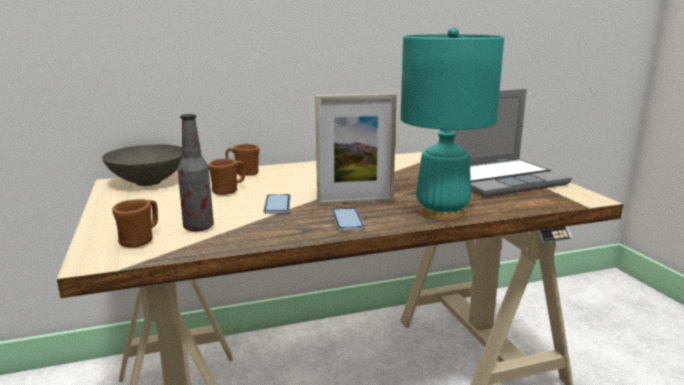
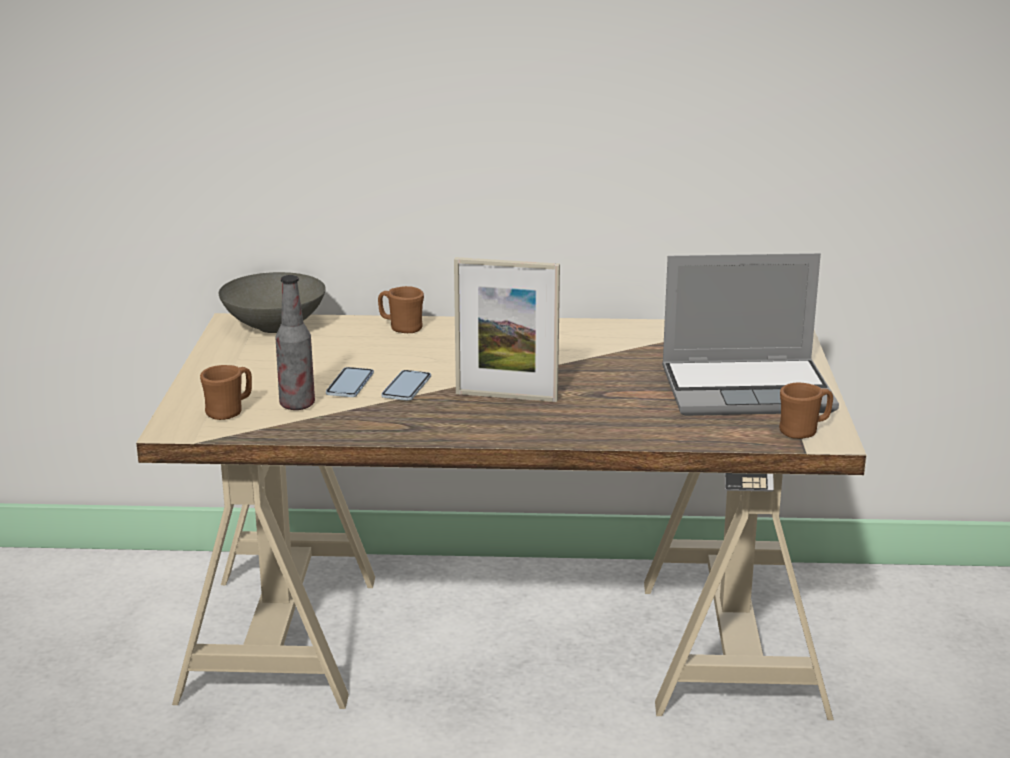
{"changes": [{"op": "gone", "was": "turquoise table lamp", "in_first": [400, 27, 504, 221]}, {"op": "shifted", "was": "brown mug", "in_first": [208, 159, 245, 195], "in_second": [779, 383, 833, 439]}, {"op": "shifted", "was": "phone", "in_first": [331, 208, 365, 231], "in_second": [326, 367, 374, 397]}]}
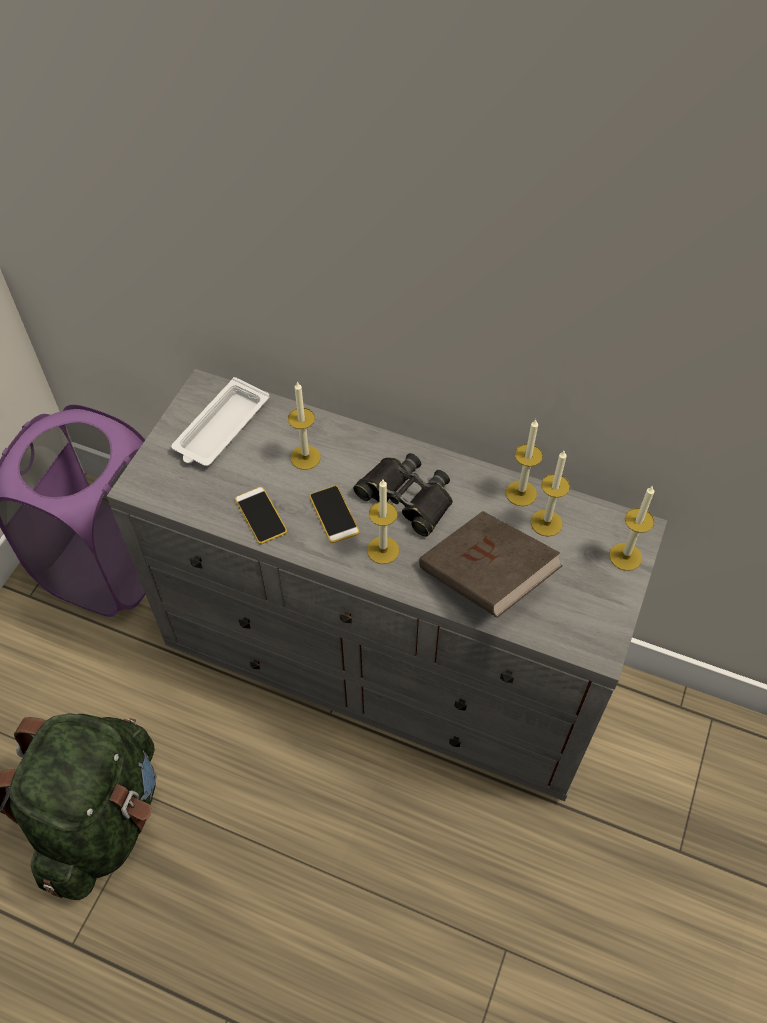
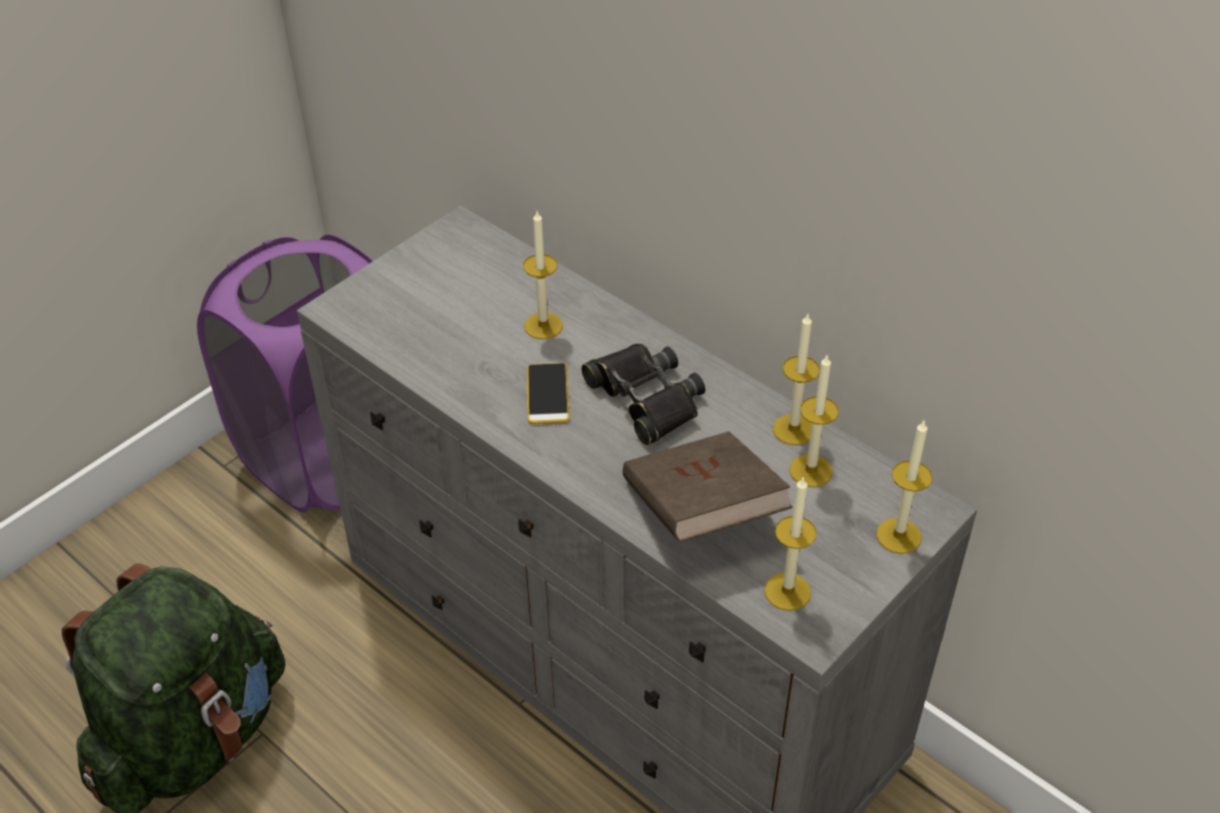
{"changes": [{"op": "gone", "was": "white tray", "in_first": [171, 377, 270, 466]}, {"op": "shifted", "was": "candle", "in_first": [367, 480, 399, 564], "in_second": [764, 476, 817, 611]}, {"op": "gone", "was": "phone", "in_first": [235, 487, 287, 544]}]}
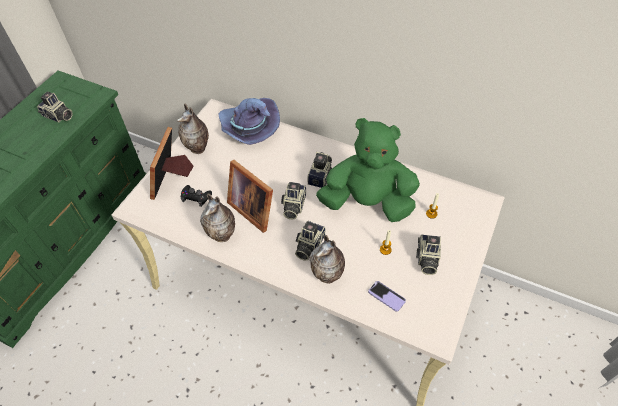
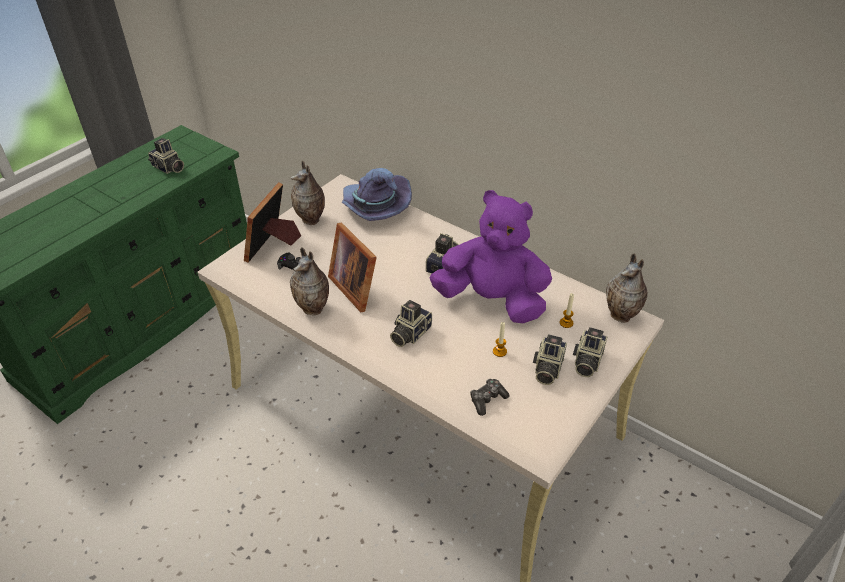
{"changes": [{"op": "repainted", "was": "green plush toy", "now": "purple plush toy", "in_first": [316, 118, 420, 222], "in_second": [429, 190, 552, 323]}, {"op": "shifted", "was": "photo camera", "in_first": [281, 182, 306, 220], "in_second": [573, 327, 608, 377]}, {"op": "shifted", "was": "vase", "in_first": [310, 235, 345, 284], "in_second": [606, 253, 647, 323]}, {"op": "swapped", "was": "phone", "now": "game controller", "in_first": [368, 281, 406, 312], "in_second": [470, 379, 509, 416]}]}
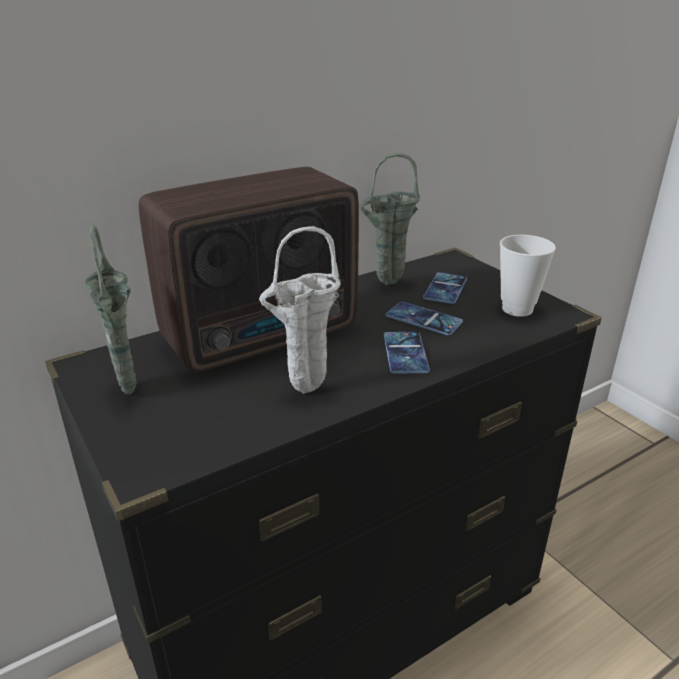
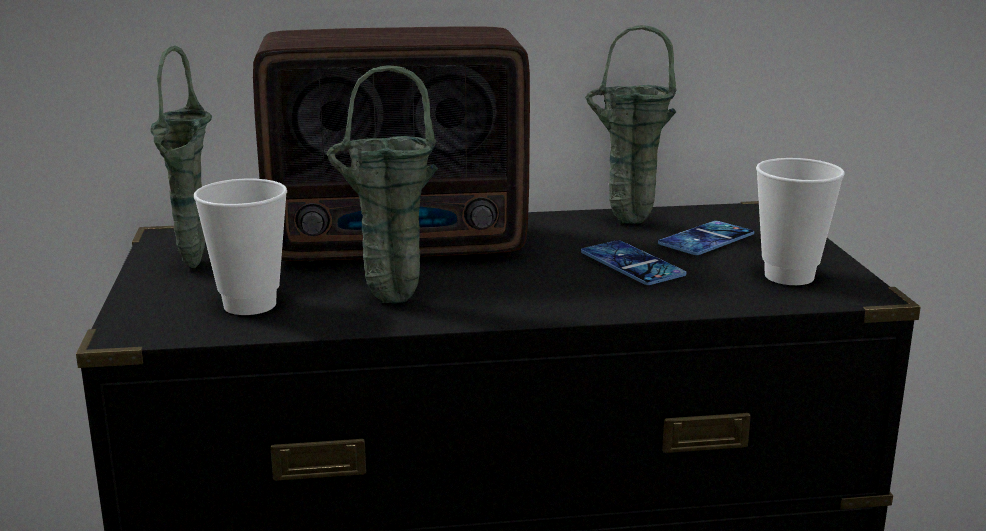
{"changes": [{"op": "repainted", "was": "white vase", "now": "green vase", "in_first": [259, 226, 341, 394], "in_second": [327, 65, 438, 303]}, {"op": "gone", "was": "phone", "in_first": [384, 332, 430, 374]}, {"op": "new", "now": "cup", "in_second": [194, 179, 287, 315]}]}
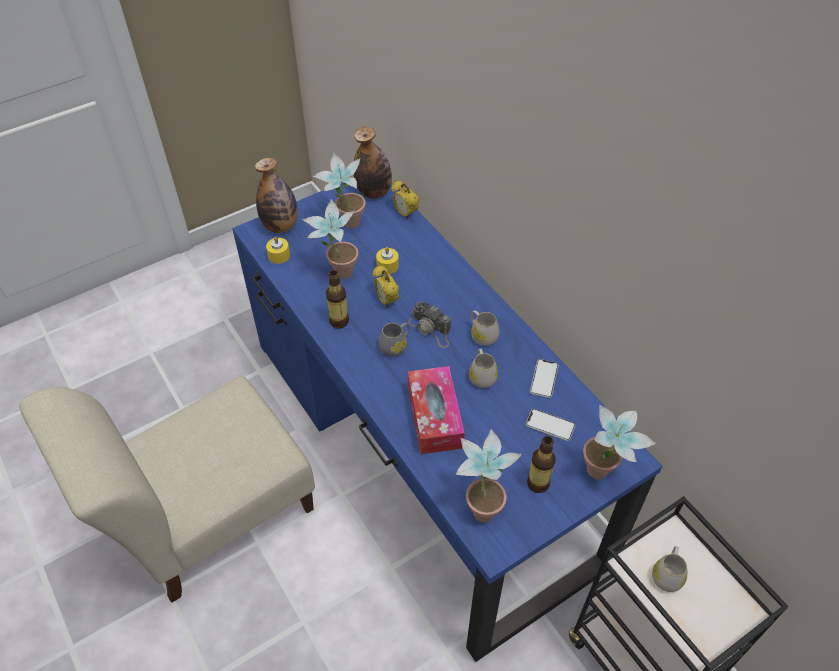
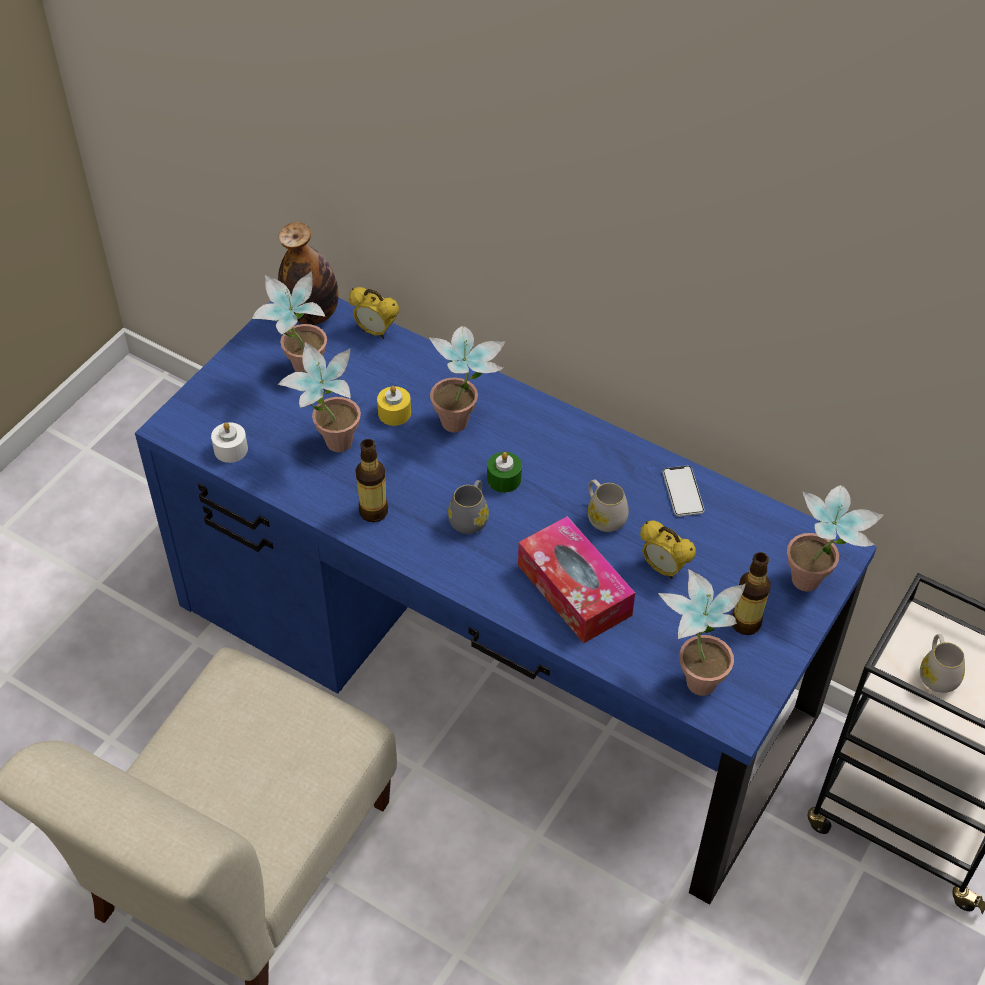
{"changes": [{"op": "gone", "was": "bottle", "in_first": [255, 158, 298, 233]}, {"op": "repainted", "was": "yellow candle", "now": "white candle", "in_first": [266, 236, 290, 264], "in_second": [211, 422, 248, 463]}, {"op": "shifted", "was": "alarm clock", "in_first": [373, 265, 399, 308], "in_second": [640, 520, 696, 579]}, {"op": "swapped", "was": "photo camera", "now": "green candle", "in_first": [408, 302, 451, 348], "in_second": [487, 452, 522, 493]}, {"op": "gone", "was": "white mug", "in_first": [471, 310, 499, 346]}, {"op": "gone", "was": "phone", "in_first": [526, 409, 576, 441]}, {"op": "new", "now": "potted plant", "in_second": [429, 326, 505, 433]}]}
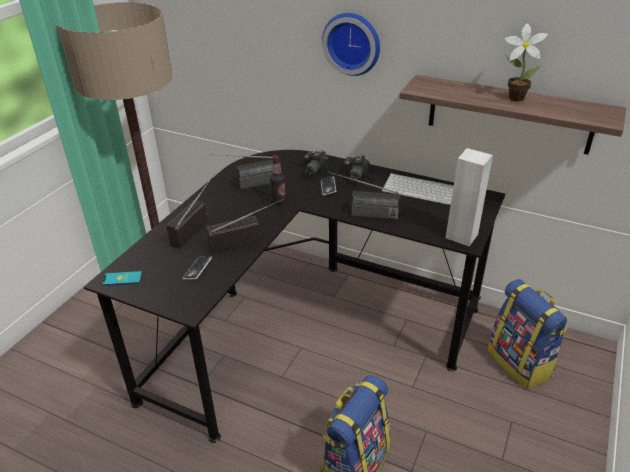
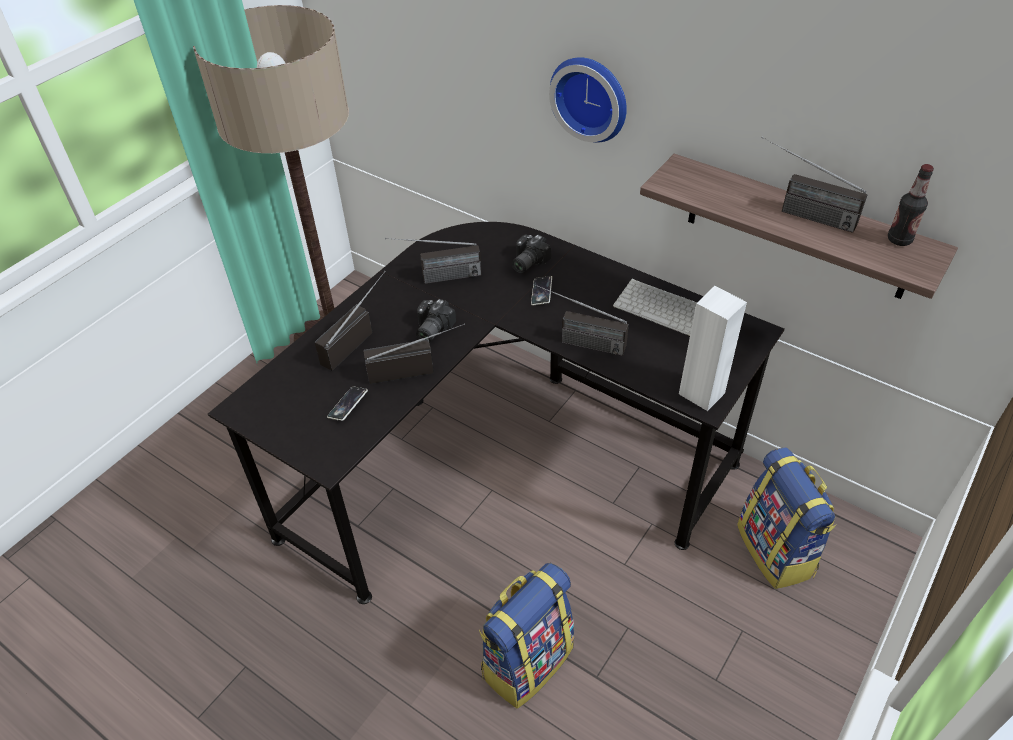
{"changes": [{"op": "swapped", "was": "potted plant", "now": "radio", "in_first": [505, 23, 548, 102], "in_second": [761, 137, 867, 233]}, {"op": "shifted", "was": "photo camera", "in_first": [344, 154, 370, 183], "in_second": [416, 299, 456, 342]}, {"op": "shifted", "was": "bottle", "in_first": [270, 155, 286, 205], "in_second": [888, 164, 934, 246]}, {"op": "gone", "was": "phone", "in_first": [102, 271, 142, 286]}]}
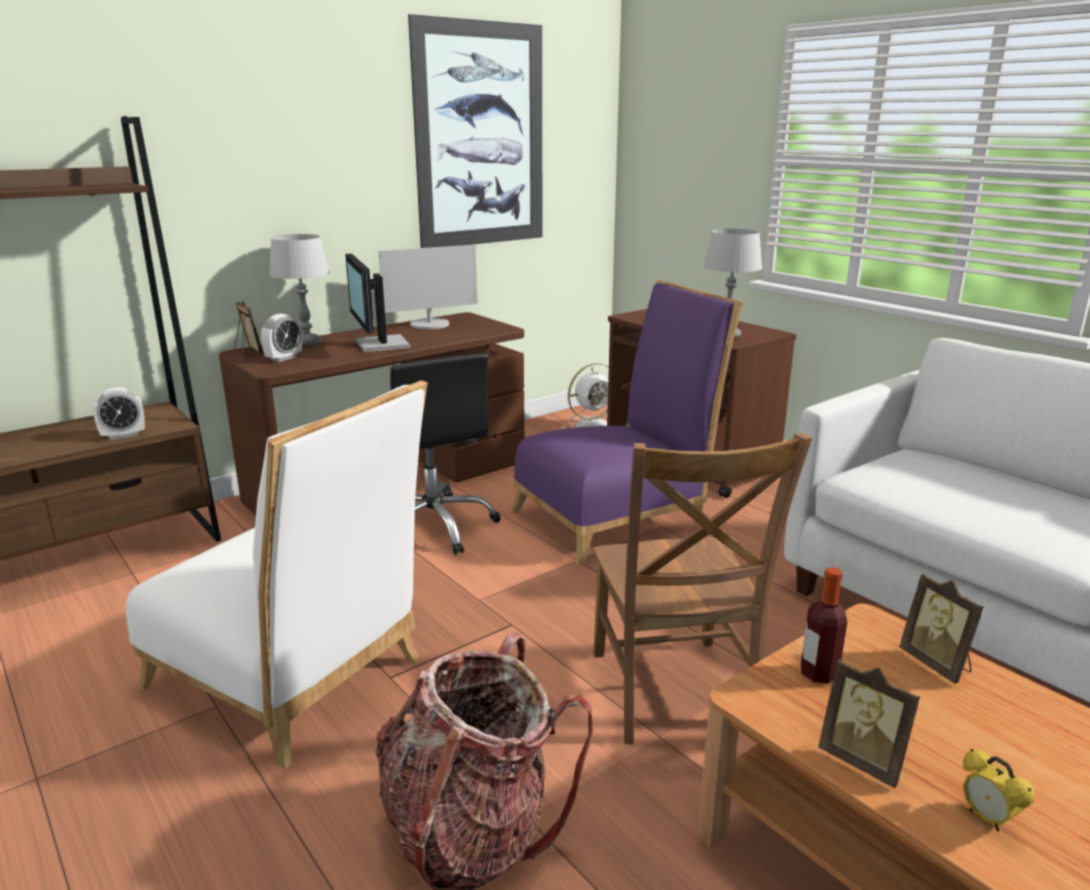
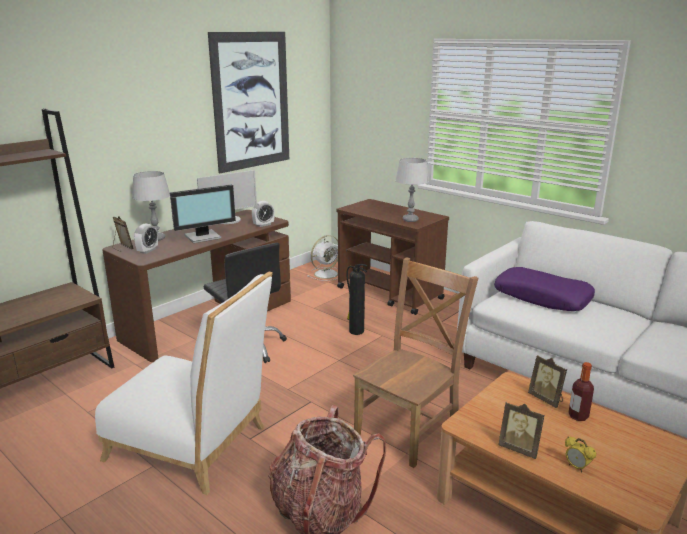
{"changes": [{"op": "rotated", "was": "monitor", "in_first": [345, 254, 411, 352], "in_second": [170, 184, 236, 243], "clockwise": -90}, {"op": "swapped", "was": "purple chair", "now": "fire extinguisher", "in_first": [511, 280, 743, 566], "in_second": [346, 264, 367, 335]}, {"op": "shifted", "was": "alarm clock", "in_first": [93, 387, 145, 440], "in_second": [252, 201, 275, 227]}, {"op": "rotated", "was": "brown chair", "in_first": [593, 433, 813, 745], "in_second": [353, 257, 478, 468], "clockwise": -120}, {"op": "shifted", "was": "bottle", "in_first": [801, 567, 847, 684], "in_second": [568, 362, 594, 421]}, {"op": "new", "now": "purple pillow", "in_second": [494, 267, 595, 311]}]}
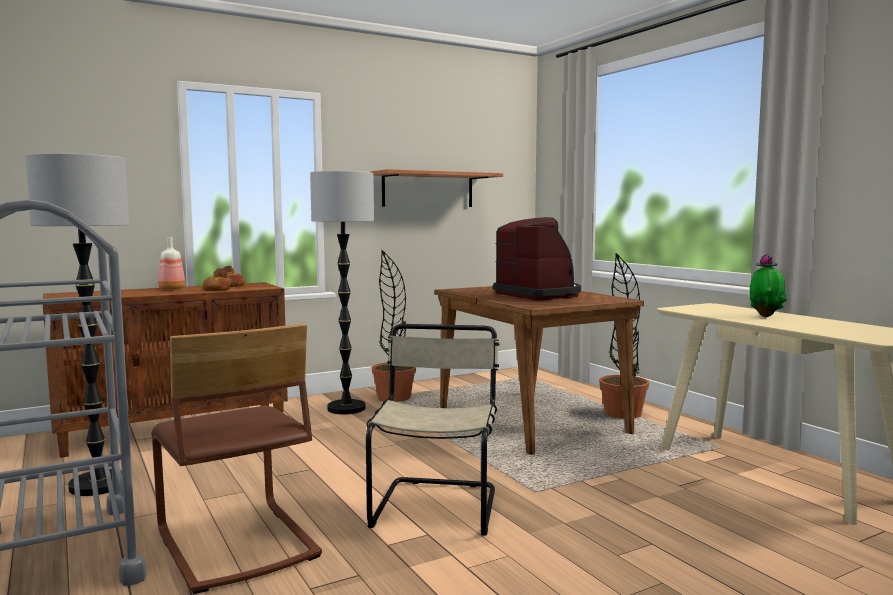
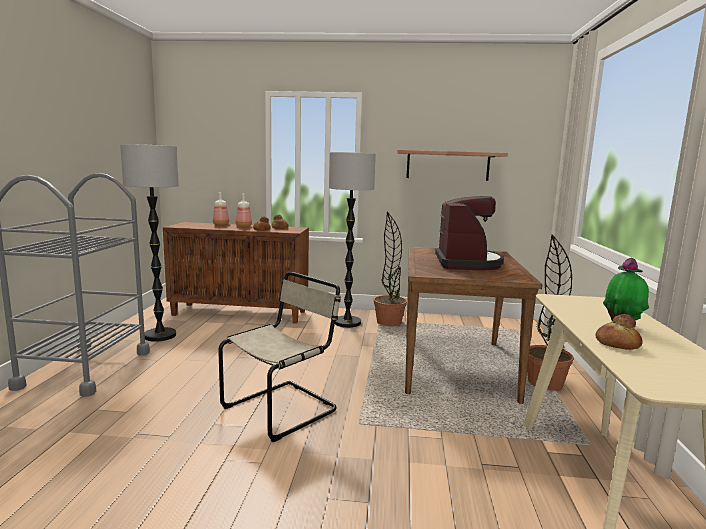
{"changes": [{"op": "gone", "was": "brown chair", "in_first": [151, 324, 322, 594]}, {"op": "new", "now": "bottle", "in_second": [213, 192, 229, 225]}, {"op": "new", "now": "bread", "in_second": [596, 314, 643, 350]}]}
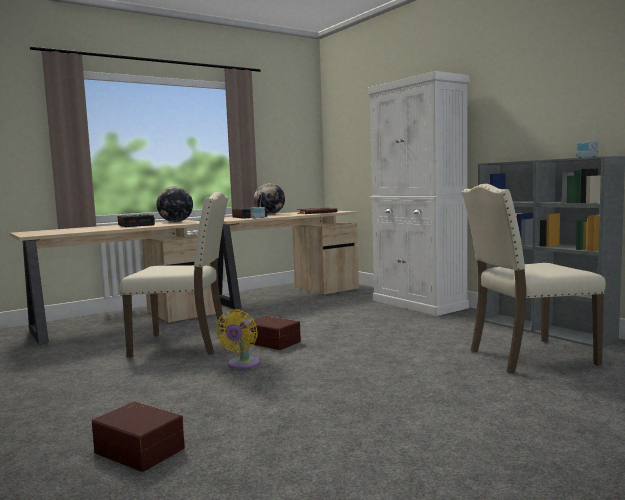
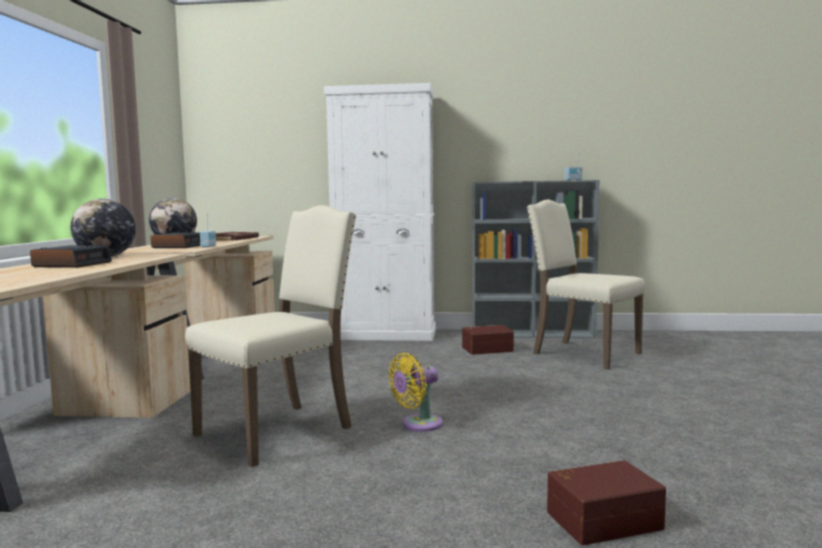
{"changes": [{"op": "rotated", "was": "beige chair", "in_first": [462, 184, 606, 374], "in_second": [527, 200, 645, 369], "clockwise": 105}, {"op": "rotated", "was": "yellow fan", "in_first": [216, 309, 260, 369], "in_second": [388, 353, 443, 431], "clockwise": 90}, {"op": "shifted", "was": "brown storage box", "in_first": [250, 316, 301, 350], "in_second": [462, 325, 514, 355]}]}
